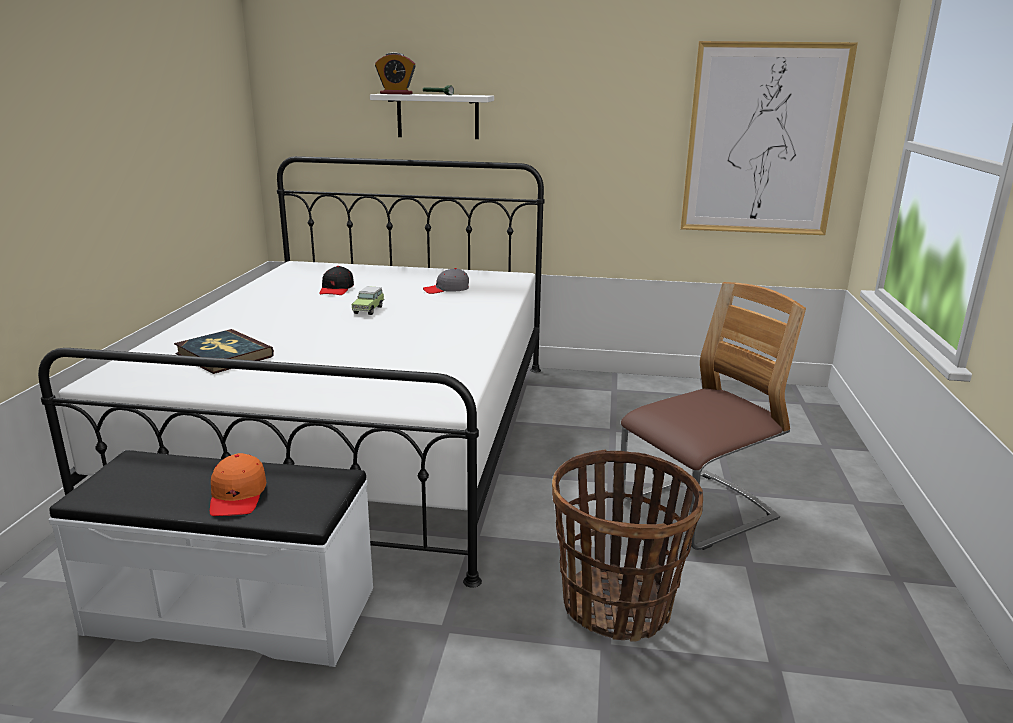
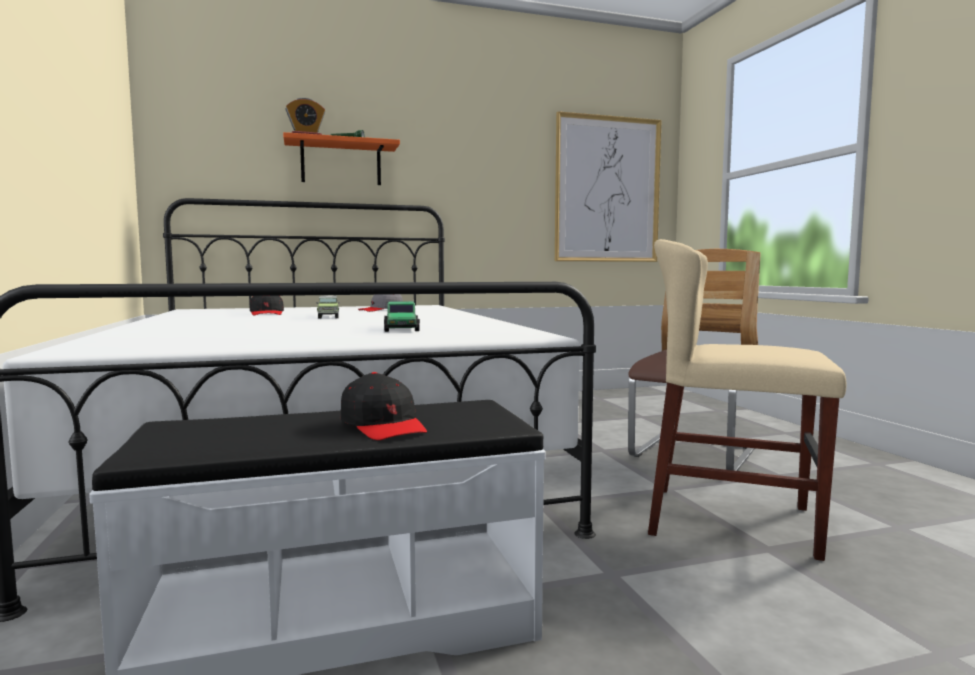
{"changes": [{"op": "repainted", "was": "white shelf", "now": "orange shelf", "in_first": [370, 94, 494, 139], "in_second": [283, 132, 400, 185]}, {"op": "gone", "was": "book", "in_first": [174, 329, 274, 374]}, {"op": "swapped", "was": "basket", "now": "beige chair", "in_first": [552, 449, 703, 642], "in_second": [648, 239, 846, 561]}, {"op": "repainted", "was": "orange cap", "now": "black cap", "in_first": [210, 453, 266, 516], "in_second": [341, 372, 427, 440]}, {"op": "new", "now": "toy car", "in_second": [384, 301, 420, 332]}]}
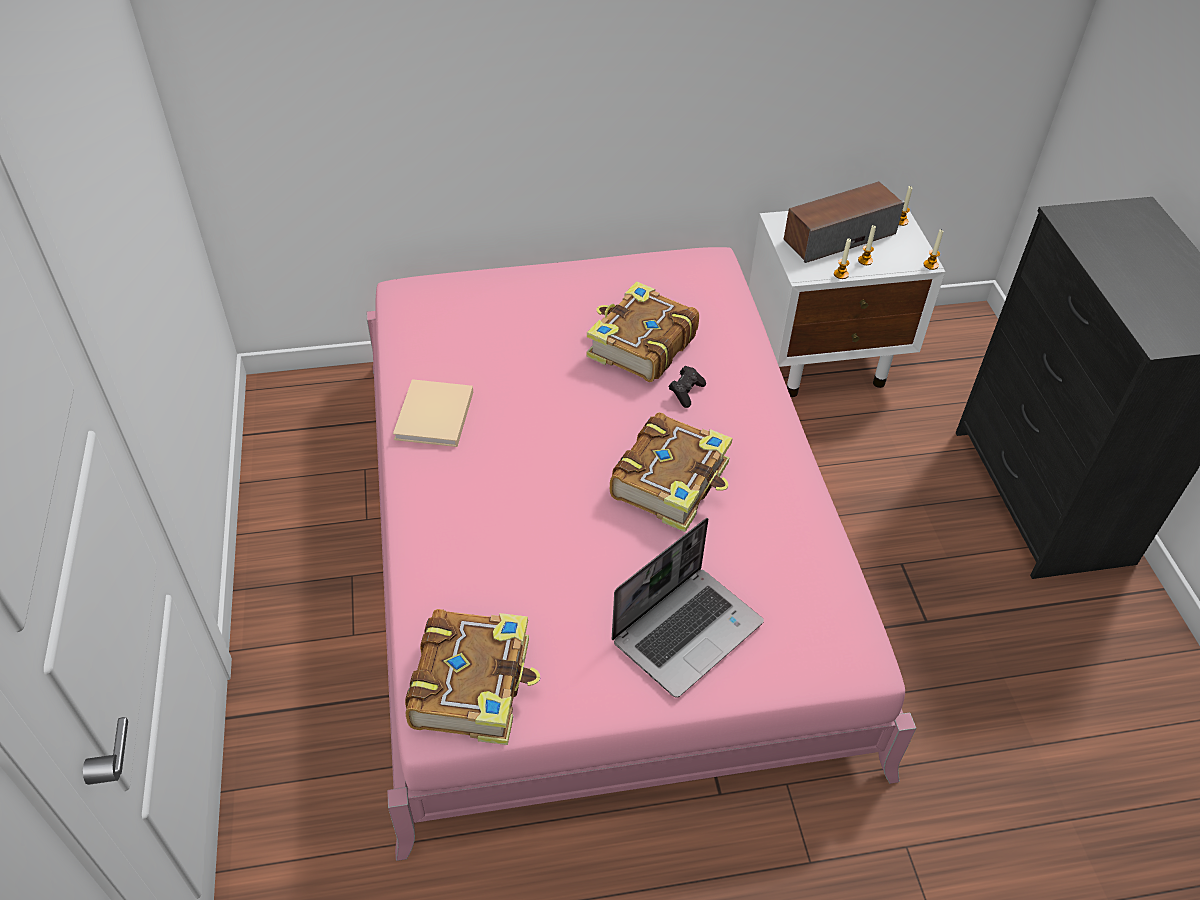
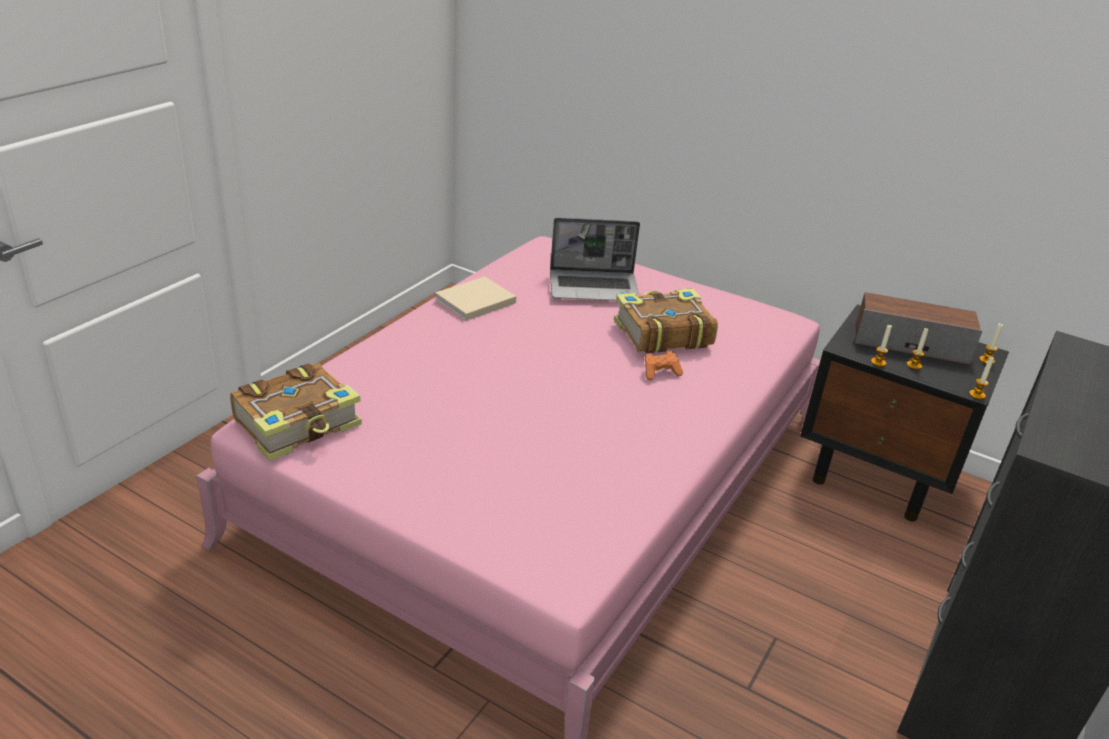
{"changes": [{"op": "repainted", "was": "white nightstand", "now": "black nightstand", "in_first": [749, 201, 945, 397], "in_second": [800, 304, 1009, 522]}, {"op": "repainted", "was": "black game controller", "now": "orange game controller", "in_first": [669, 366, 706, 408], "in_second": [644, 351, 683, 380]}, {"op": "gone", "was": "book", "in_first": [610, 412, 733, 532]}, {"op": "shifted", "was": "laptop", "in_first": [612, 518, 764, 698], "in_second": [550, 218, 640, 301]}]}
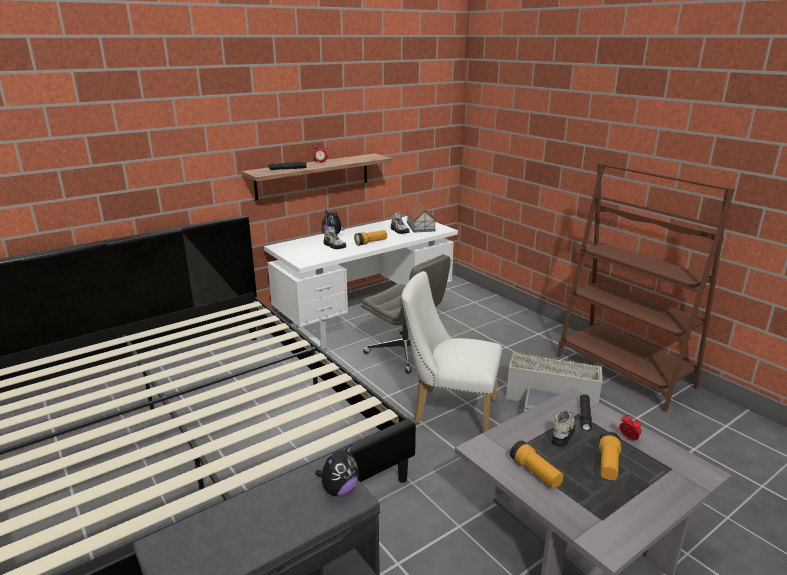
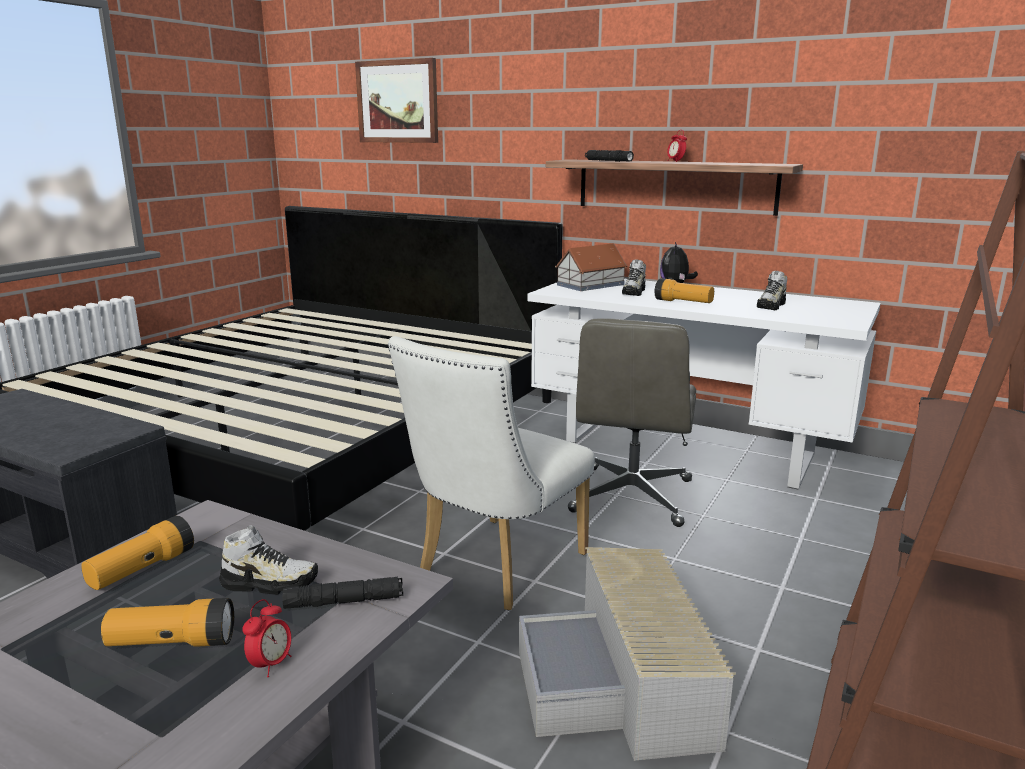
{"changes": [{"op": "shifted", "was": "toy house", "in_first": [406, 201, 437, 233], "in_second": [555, 244, 627, 291]}, {"op": "rotated", "was": "white chair", "in_first": [402, 271, 502, 433], "in_second": [388, 336, 595, 610], "clockwise": -135}, {"op": "gone", "was": "plush toy", "in_first": [315, 445, 359, 496]}, {"op": "new", "now": "picture", "in_second": [355, 58, 438, 143]}]}
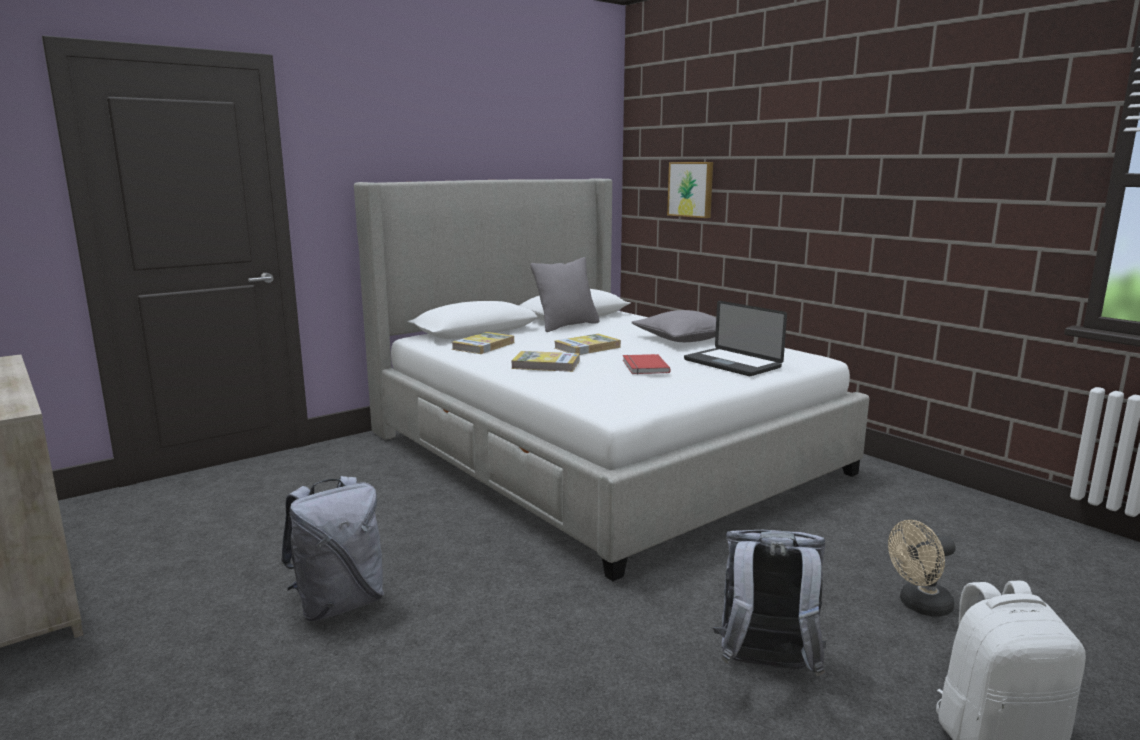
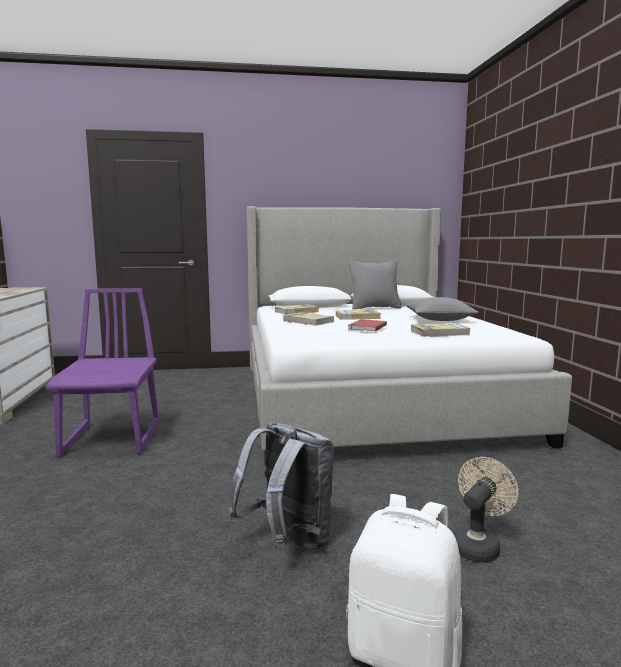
{"changes": [{"op": "gone", "was": "picture", "in_first": [667, 162, 713, 218]}, {"op": "swapped", "was": "laptop", "now": "book", "in_first": [684, 301, 787, 376], "in_second": [411, 323, 471, 337]}, {"op": "swapped", "was": "grey backpack", "now": "purple chair", "in_first": [281, 476, 384, 621], "in_second": [46, 288, 159, 457]}, {"op": "rotated", "was": "beige fan", "in_first": [888, 520, 956, 617], "in_second": [454, 457, 518, 563], "clockwise": 120}]}
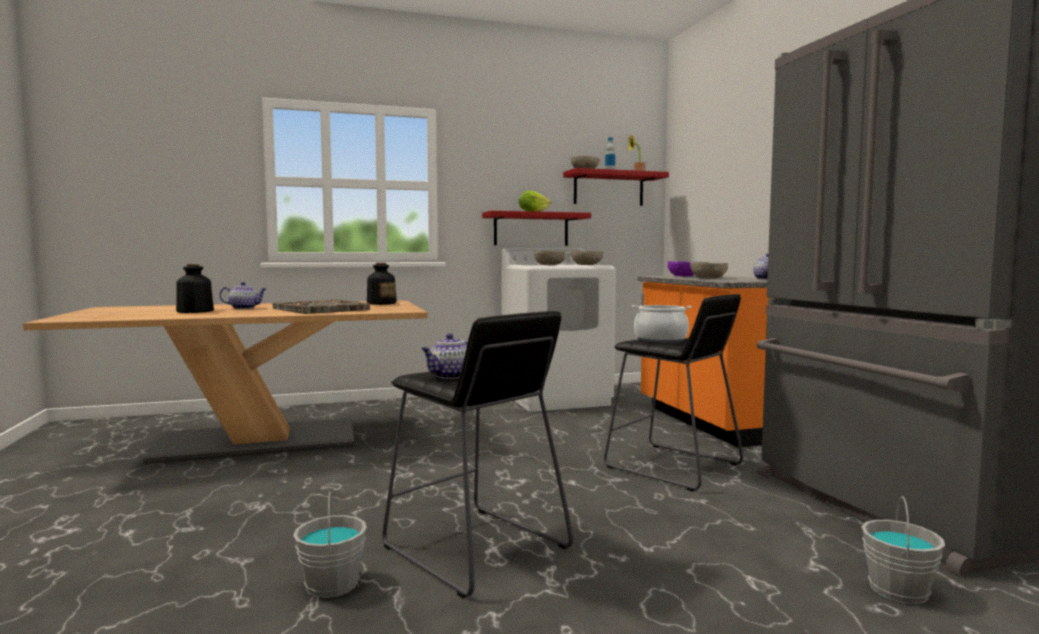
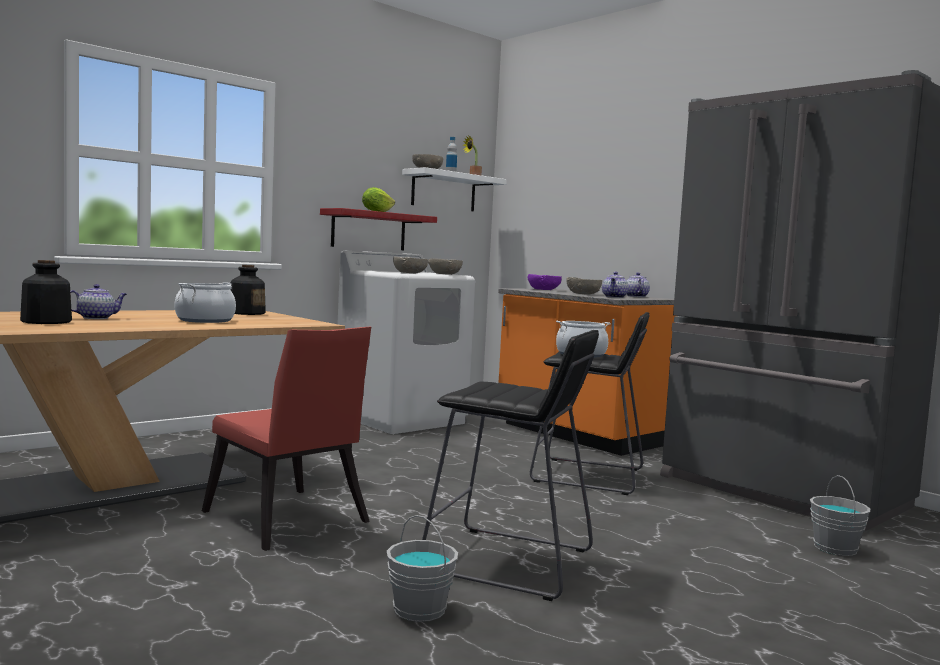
{"changes": [{"op": "repainted", "was": "red shelf", "now": "white shelf", "in_first": [563, 168, 669, 206], "in_second": [402, 167, 507, 211]}, {"op": "swapped", "was": "grey tray", "now": "cooking pot", "in_first": [272, 299, 370, 314], "in_second": [174, 282, 236, 323]}, {"op": "shifted", "was": "teapot", "in_first": [422, 334, 468, 379], "in_second": [602, 272, 629, 298]}, {"op": "new", "now": "red chair", "in_second": [202, 327, 371, 551]}]}
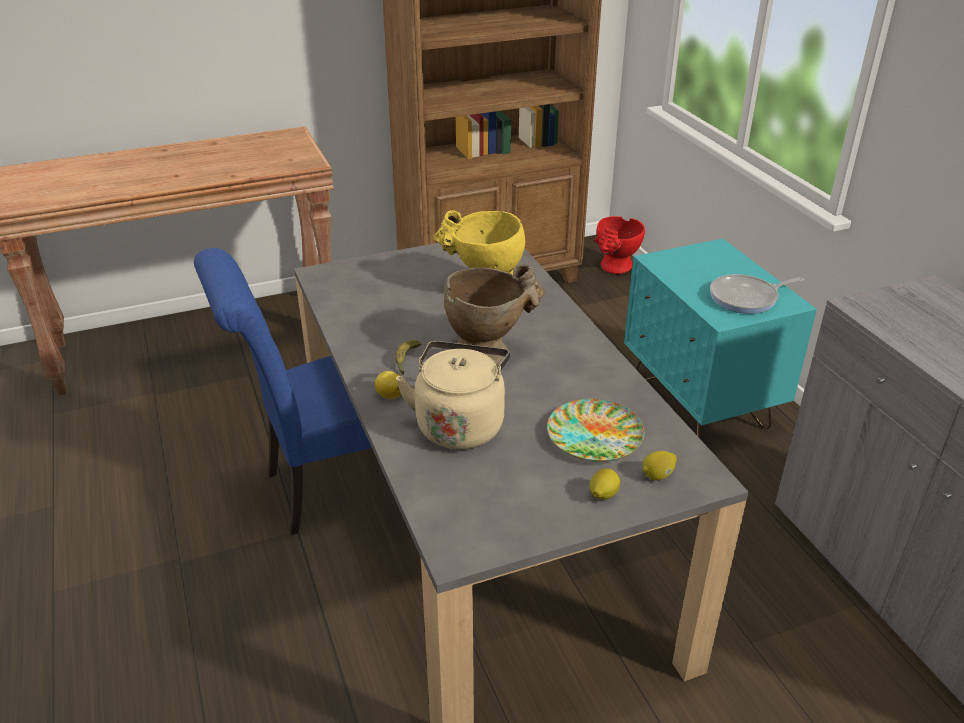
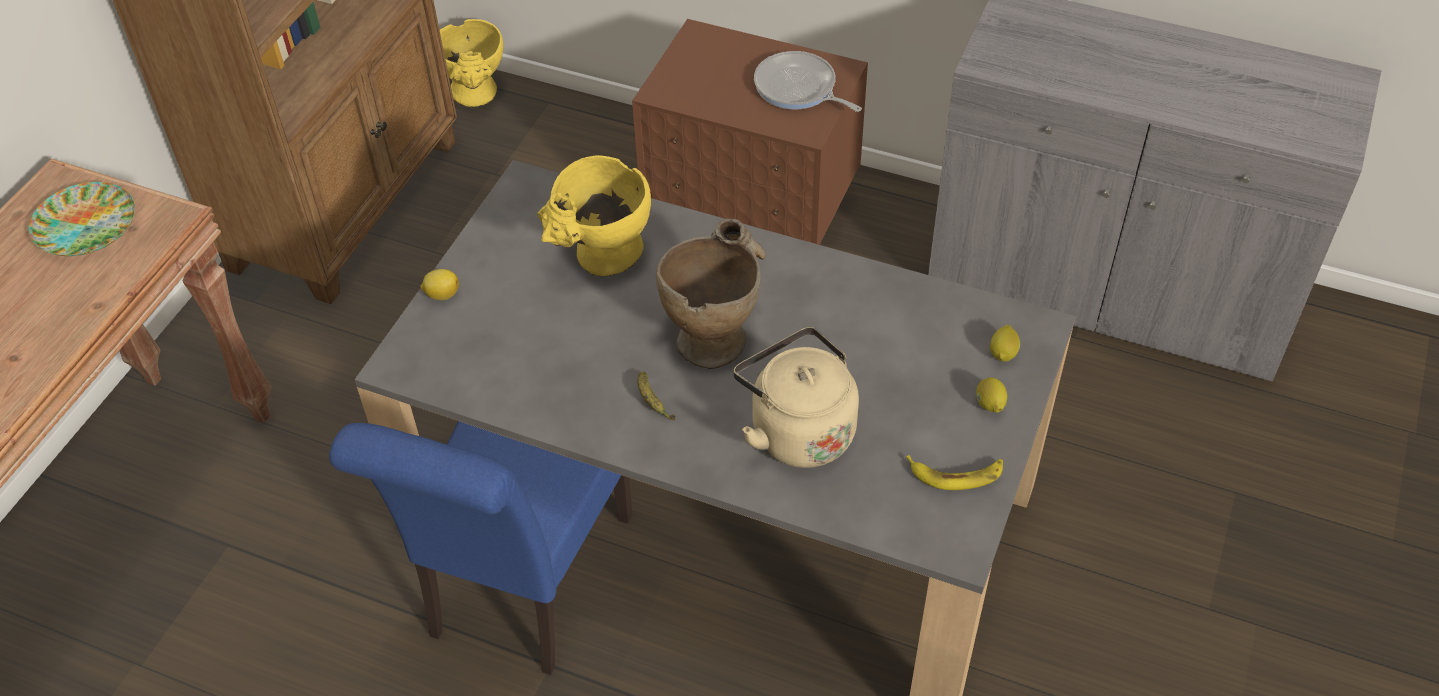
{"changes": [{"op": "repainted", "was": "red vase", "now": "yellow vase", "in_first": [594, 216, 645, 274], "in_second": [440, 19, 503, 107]}, {"op": "repainted", "was": "turquoise nightstand", "now": "brown nightstand", "in_first": [624, 239, 817, 439], "in_second": [632, 19, 868, 245]}, {"op": "rotated", "was": "frying pan", "in_first": [710, 274, 804, 314], "in_second": [754, 51, 862, 112], "clockwise": 105}, {"op": "shifted", "was": "lemon", "in_first": [375, 371, 401, 399], "in_second": [420, 269, 459, 300]}, {"op": "shifted", "was": "plate", "in_first": [547, 399, 644, 462], "in_second": [28, 182, 135, 256]}, {"op": "new", "now": "banana", "in_second": [906, 455, 1003, 490]}]}
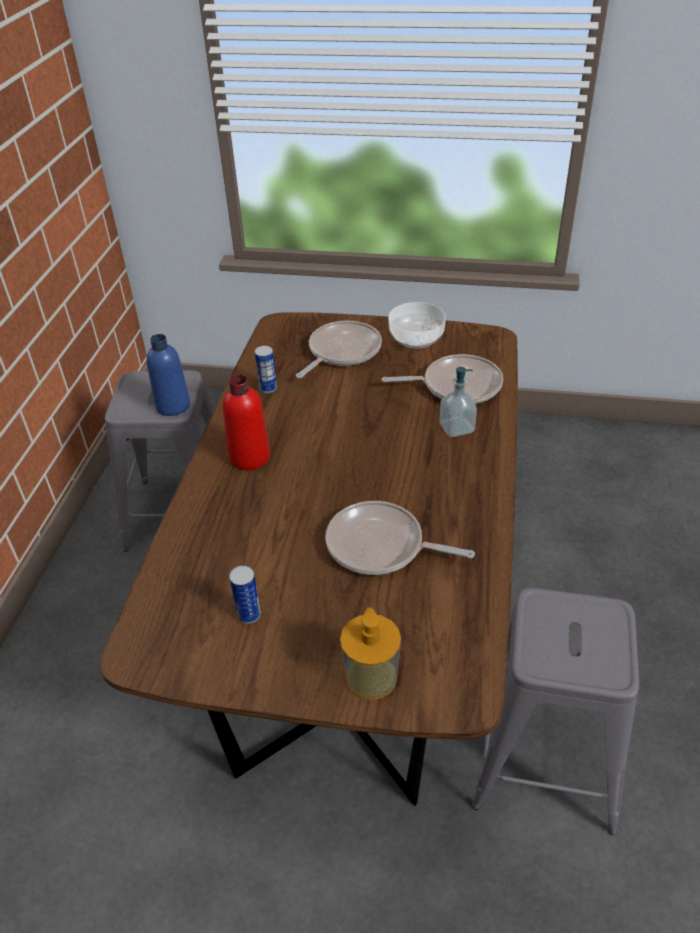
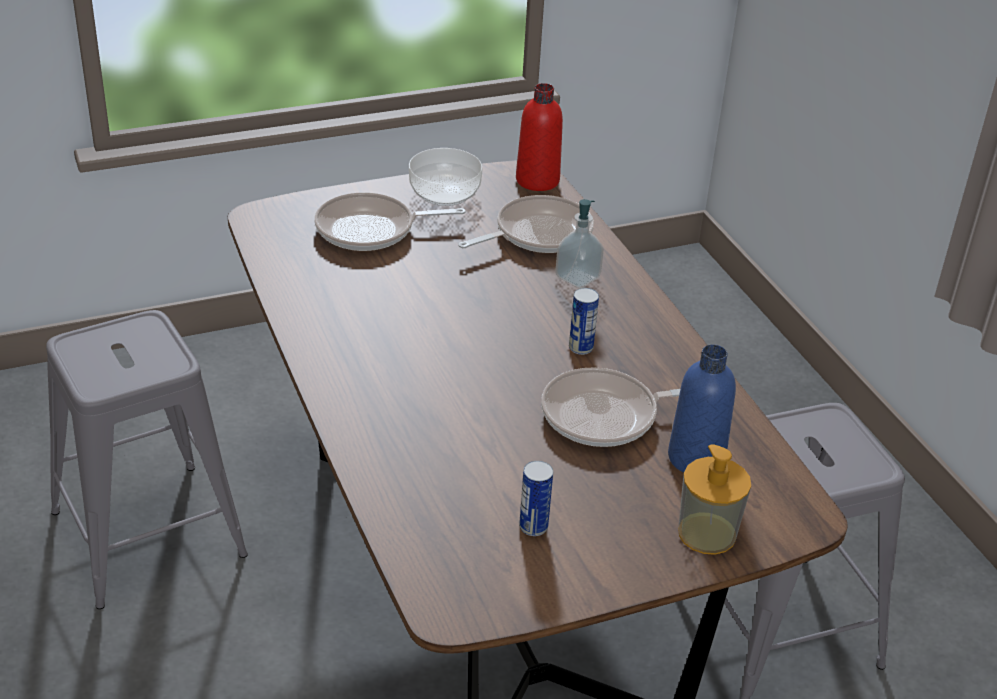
{"changes": [{"op": "rotated", "was": "frying pan", "in_first": [295, 321, 382, 378], "in_second": [315, 193, 466, 251], "clockwise": -105}, {"op": "shifted", "was": "blue bottle", "in_first": [146, 334, 190, 416], "in_second": [668, 344, 736, 473]}, {"op": "shifted", "was": "can", "in_first": [255, 346, 277, 394], "in_second": [569, 288, 599, 355]}, {"op": "shifted", "was": "red bottle", "in_first": [222, 374, 270, 470], "in_second": [516, 83, 563, 191]}]}
